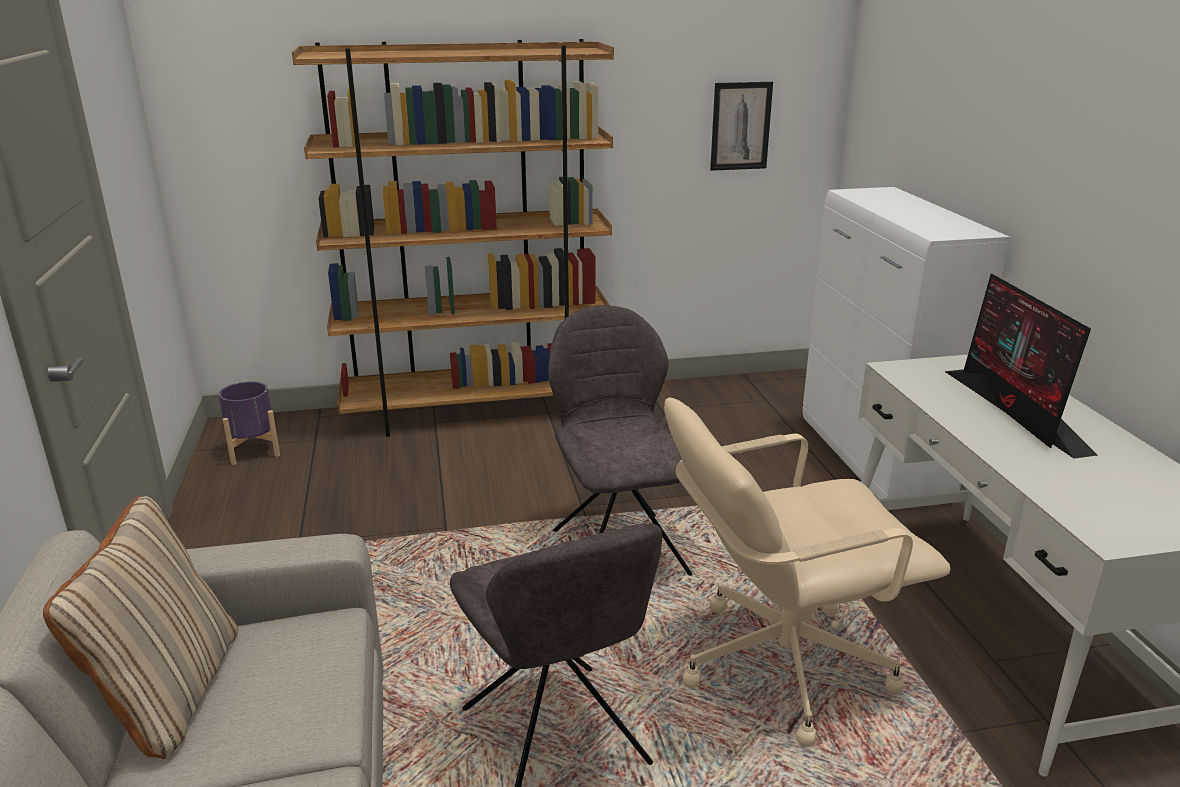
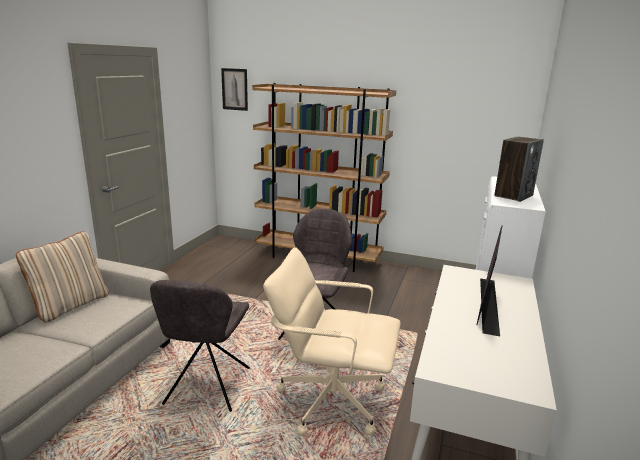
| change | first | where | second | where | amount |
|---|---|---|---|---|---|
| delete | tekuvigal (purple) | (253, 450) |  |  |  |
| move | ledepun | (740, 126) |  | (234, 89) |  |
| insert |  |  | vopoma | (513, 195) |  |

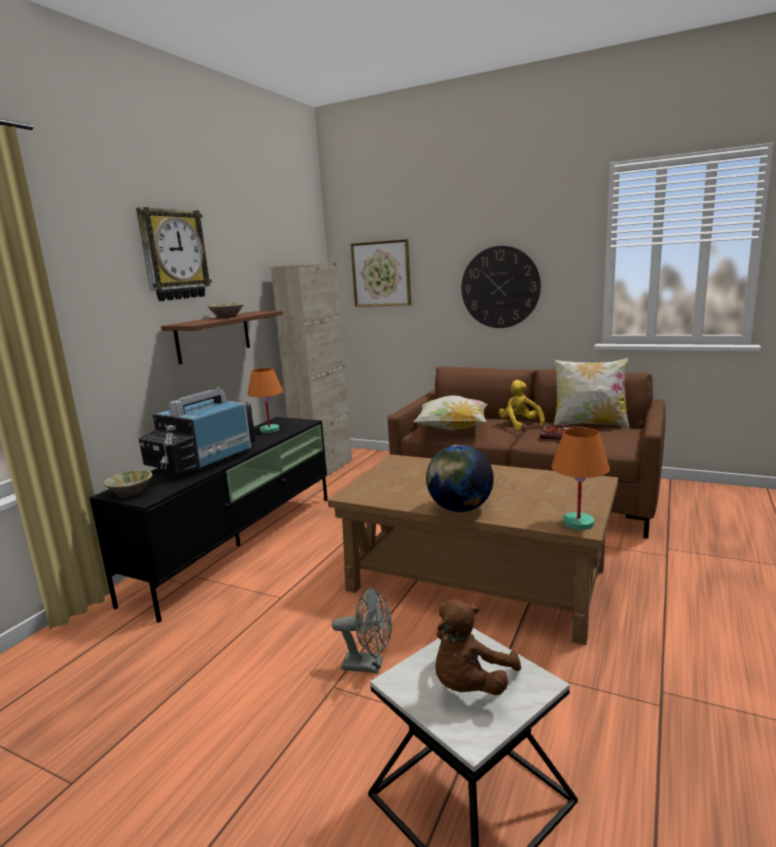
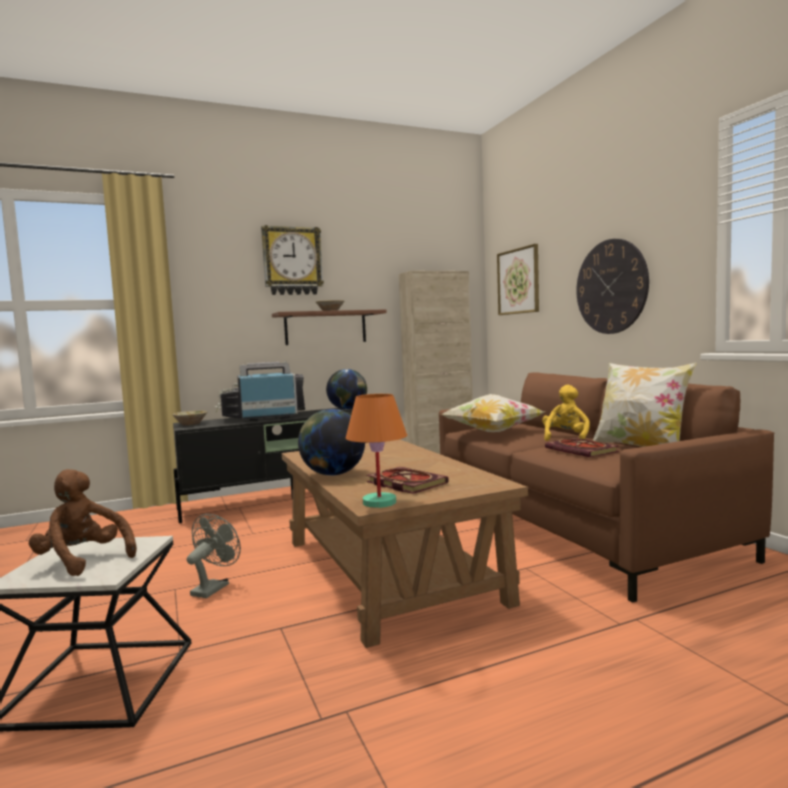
| change | first | where | second | where | amount |
|---|---|---|---|---|---|
| replace | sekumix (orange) | (270, 430) | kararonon | (348, 409) |  |
| rotate | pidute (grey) | (369, 665) |  | (213, 587) | 120 degrees counterclockwise |
| rotate | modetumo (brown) | (470, 685) |  | (83, 560) | 45 degrees clockwise |
| insert |  |  | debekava | (404, 483) |  |

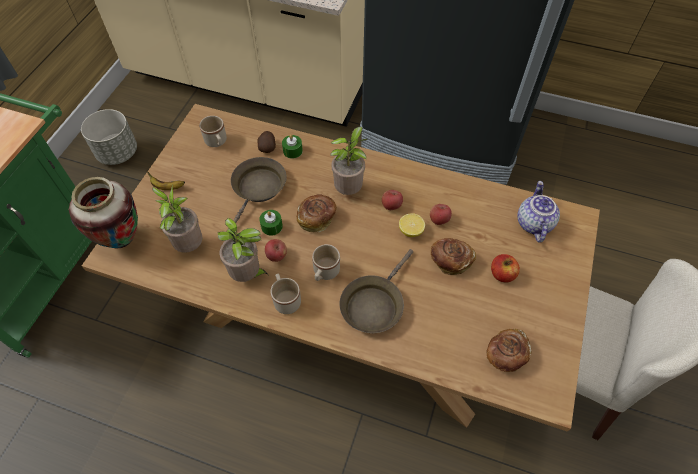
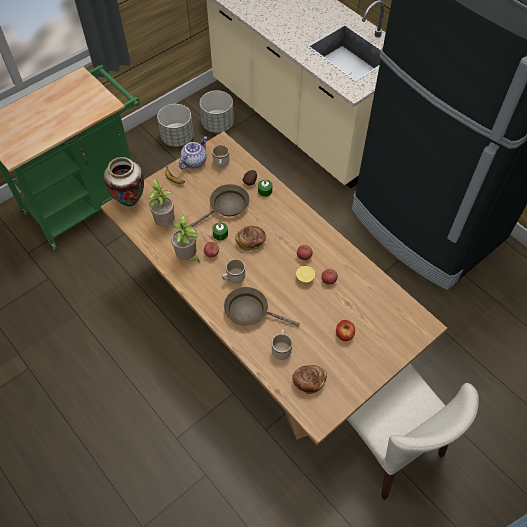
| change | first | where | second | where | amount |
|---|---|---|---|---|---|
| move | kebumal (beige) | (286, 299) |  | (281, 348) |  |
| delete | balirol | (349, 190) |  |  |  |
| rotate | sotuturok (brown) | (374, 304) |  | (250, 311) | 45 degrees clockwise |
| delete | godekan | (450, 261) |  |  |  |
| move | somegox | (533, 223) |  | (194, 161) |  |
| insert |  |  | tekuvigal (grey) | (218, 125) |  |

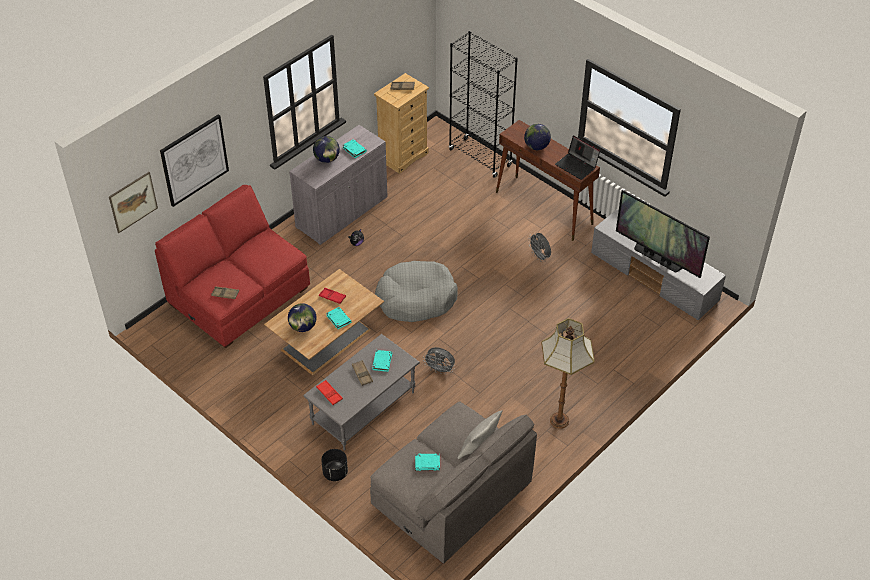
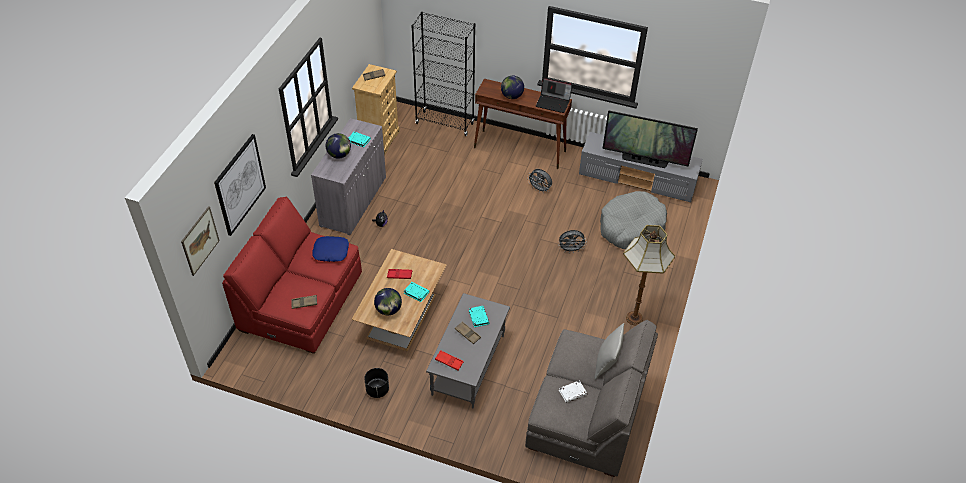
| change | first | where | second | where | amount |
|---|---|---|---|---|---|
| move | tekuvigal (black) | (335, 473) |  | (377, 390) |  |
| move | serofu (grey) | (416, 299) |  | (631, 227) |  |
| recolor | debekava (turquoise) | (427, 463) | debekava (white) | (572, 392) |  |
| move | pidute (grey) | (440, 370) |  | (570, 250) |  |
| insert |  |  | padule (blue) | (331, 251) |  |

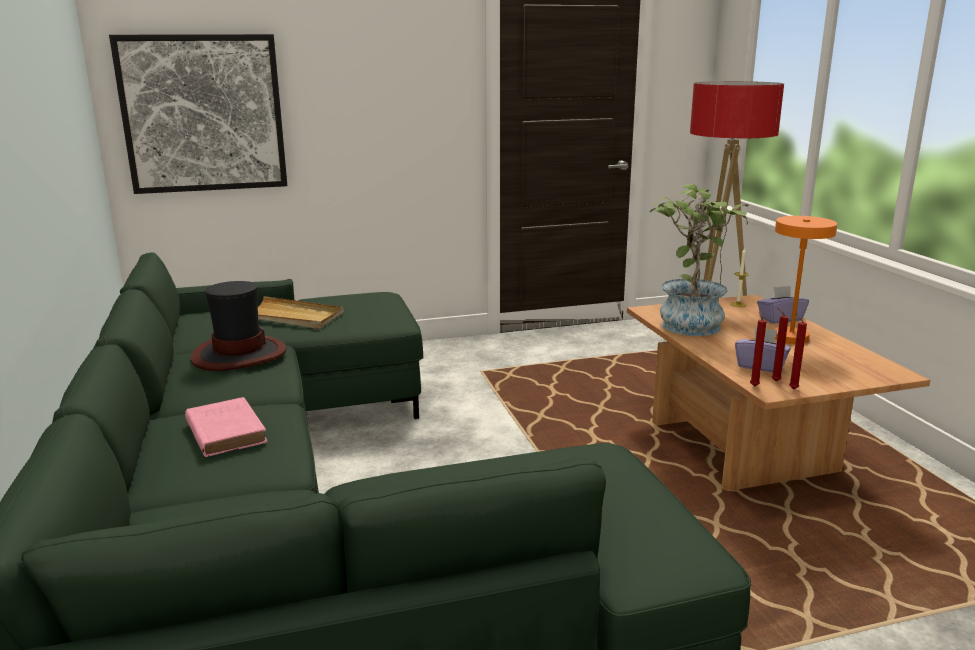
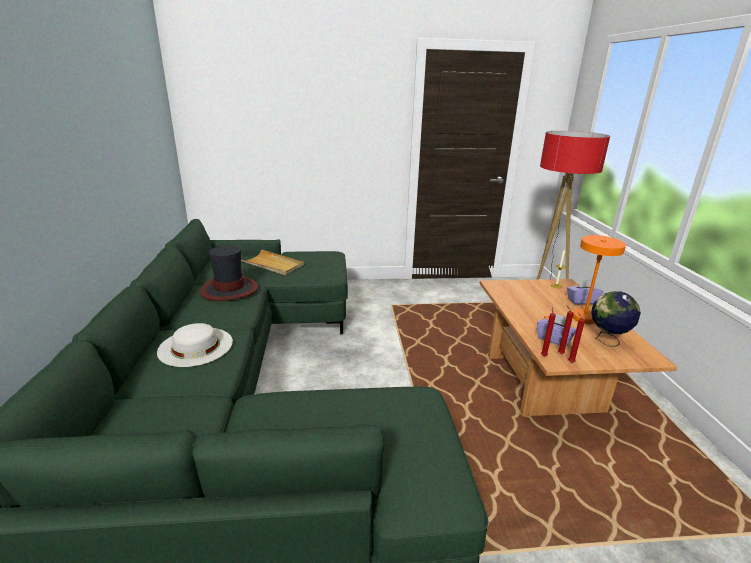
| change | first | where | second | where | amount |
|---|---|---|---|---|---|
| delete | ledepun | (203, 114) |  |  |  |
| replace | debekava (pink) | (225, 431) | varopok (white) | (195, 346) |  |
| delete | balirol | (690, 322) |  |  |  |
| insert |  |  | kararonon | (607, 341) |  |

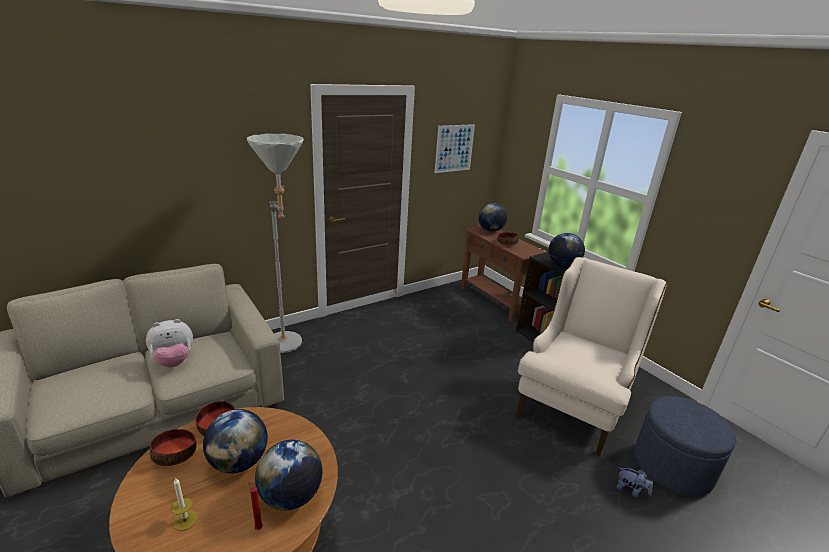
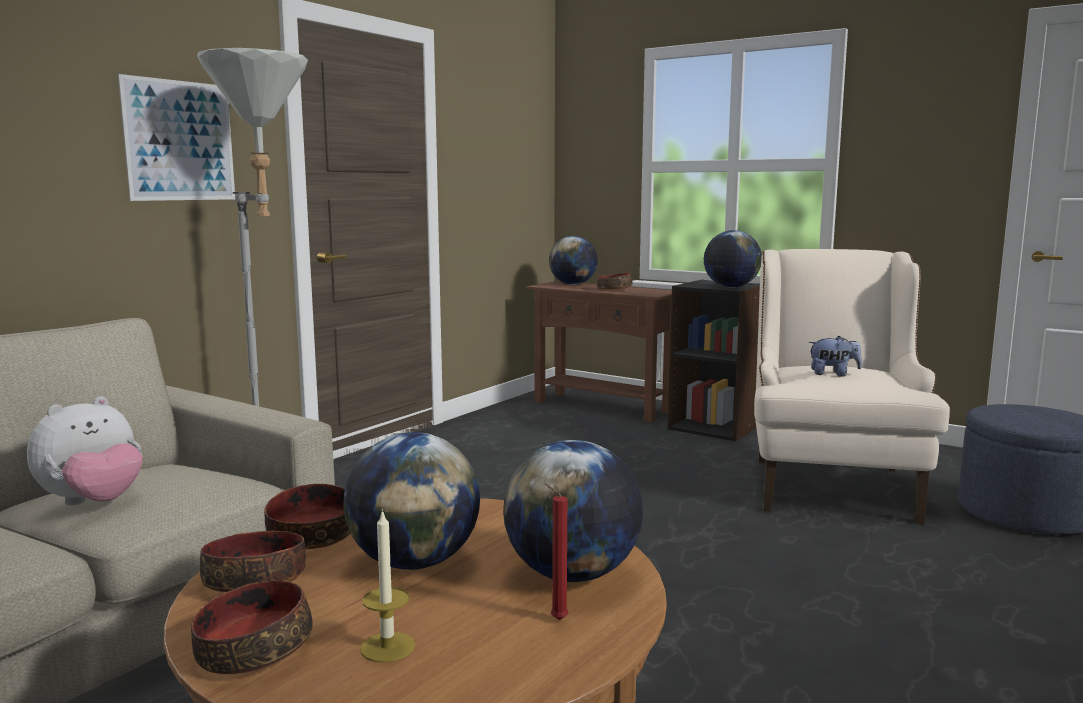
| change | first | where | second | where | amount |
|---|---|---|---|---|---|
| move | ledepun | (454, 148) |  | (180, 141) |  |
| move | modetumo | (630, 490) |  | (833, 374) |  |
| insert |  |  | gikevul | (253, 649) |  |

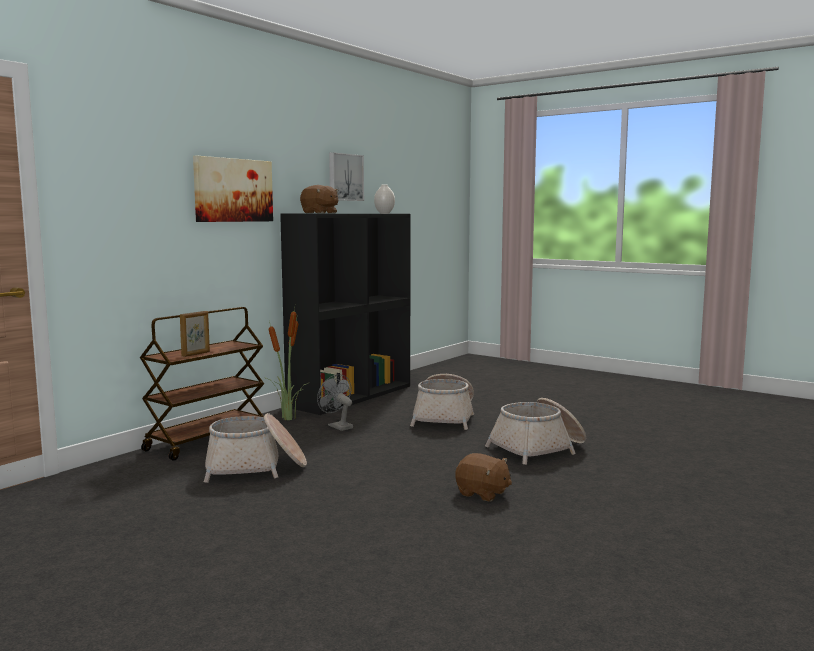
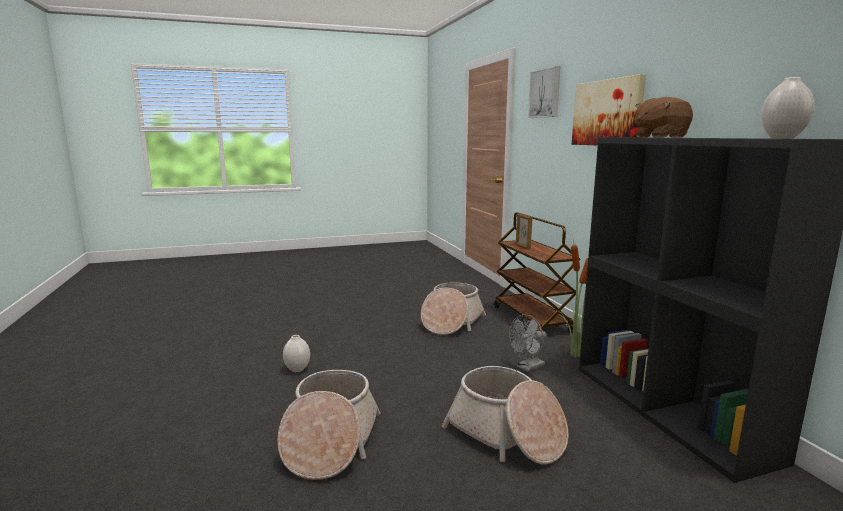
| change | first | where | second | where | amount |
|---|---|---|---|---|---|
| rotate | pidute (grey) | (337, 426) |  | (528, 367) | 150 degrees clockwise |
| move | ledepun | (345, 177) |  | (545, 93) |  |
| replace | modetumo (brown) | (482, 493) | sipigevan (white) | (297, 369) |  |

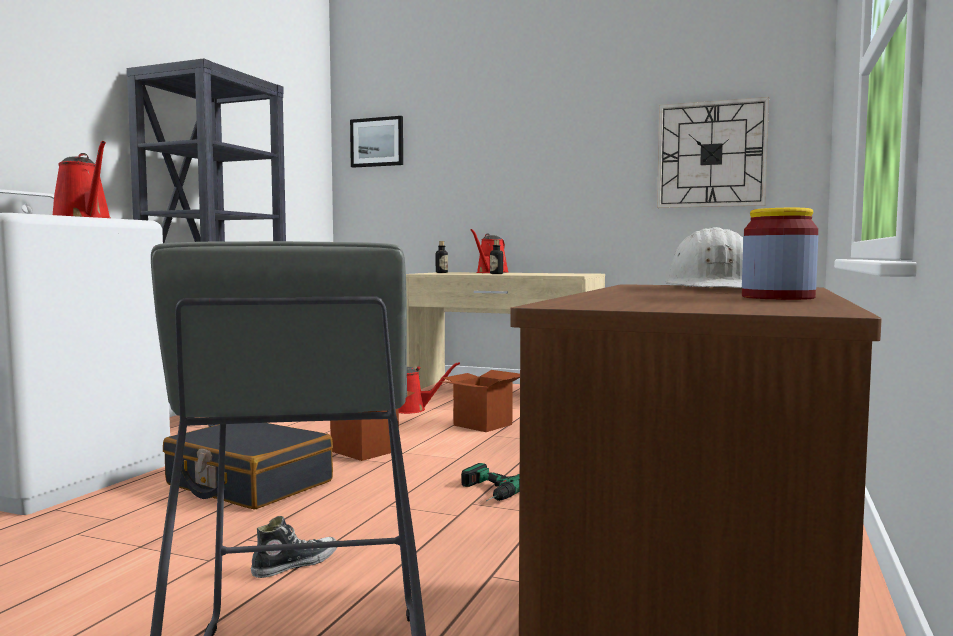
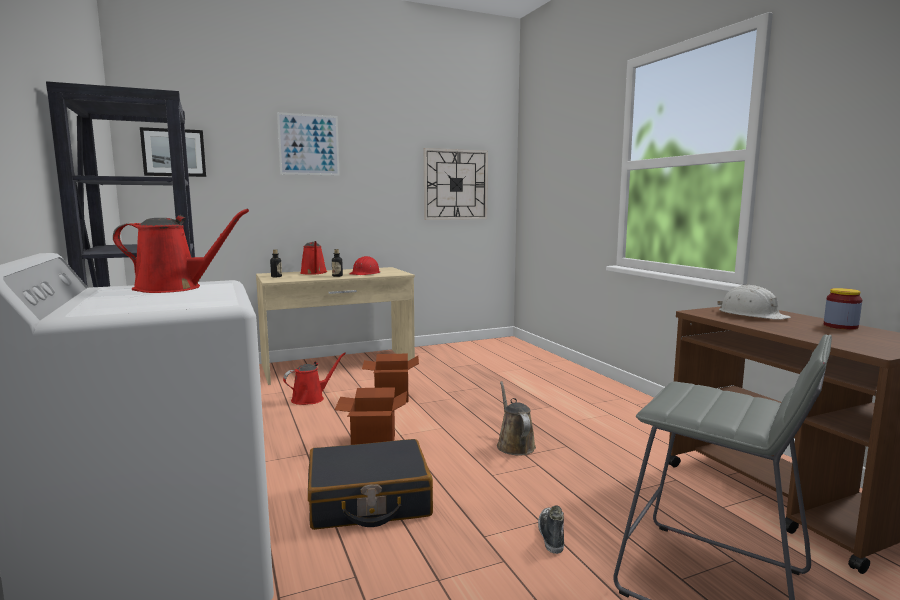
| change | first | where | second | where | amount |
|---|---|---|---|---|---|
| replace | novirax | (486, 492) | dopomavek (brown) | (514, 445) |  |
| insert |  |  | ledepun | (309, 144) |  |
| insert |  |  | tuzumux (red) | (365, 273) |  |

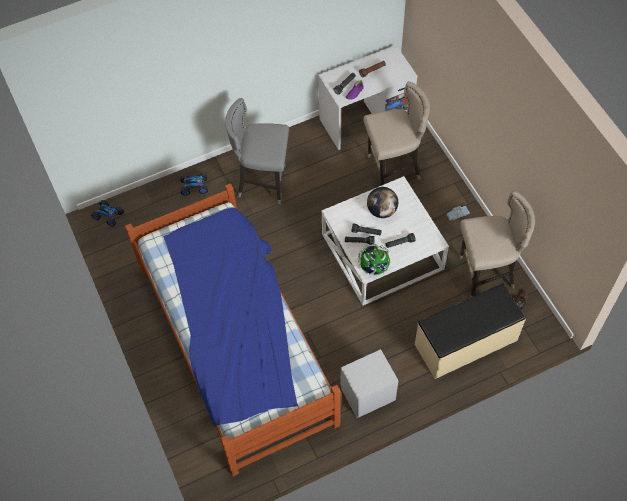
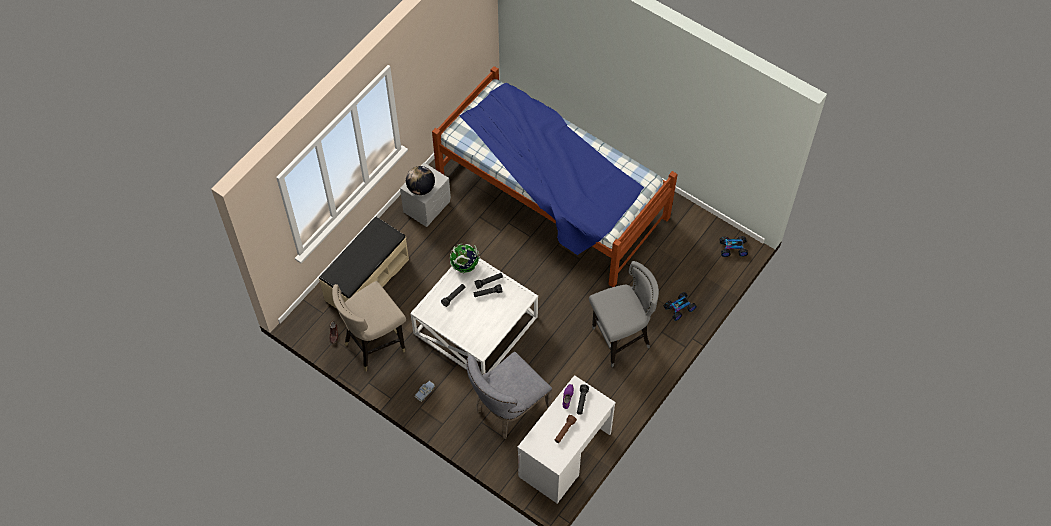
| change | first | where | second | where | amount |
|---|---|---|---|---|---|
| replace | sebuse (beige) | (393, 170) | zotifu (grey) | (508, 410) |  |
| move | kararonon | (382, 211) |  | (421, 188) |  |

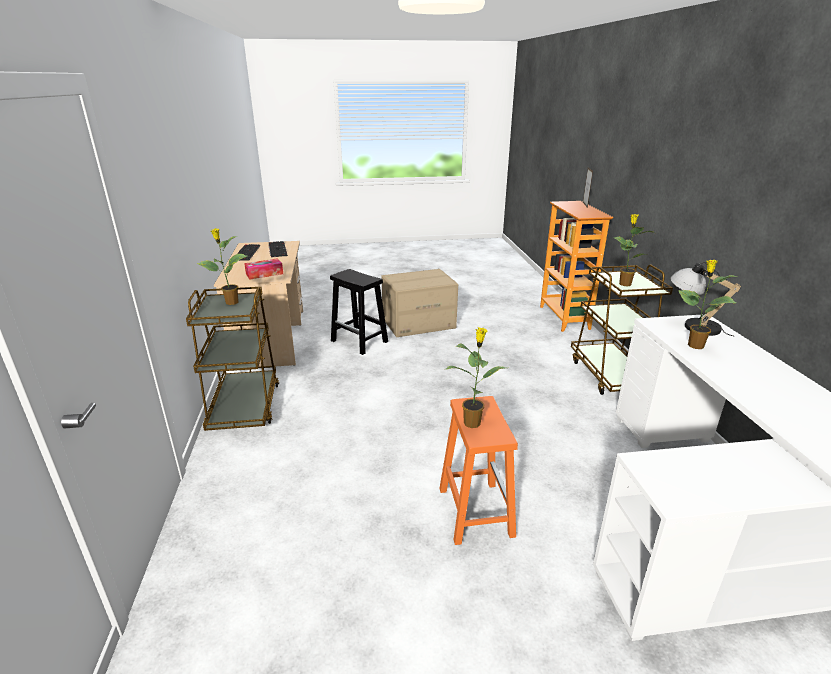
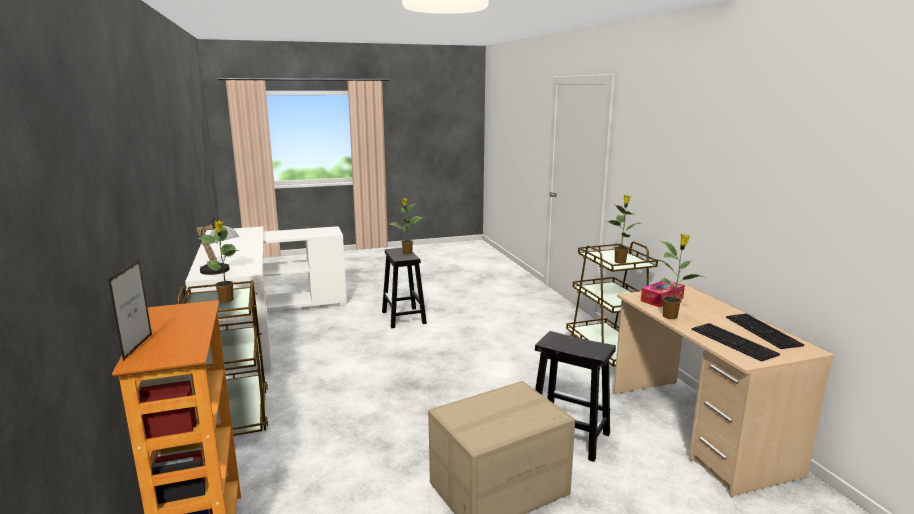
| change | first | where | second | where | amount |
|---|---|---|---|---|---|
| recolor | sebuse (orange) | (474, 511) | sebuse (black) | (404, 318) |  |
| move | balirol | (694, 345) |  | (671, 316) |  |

